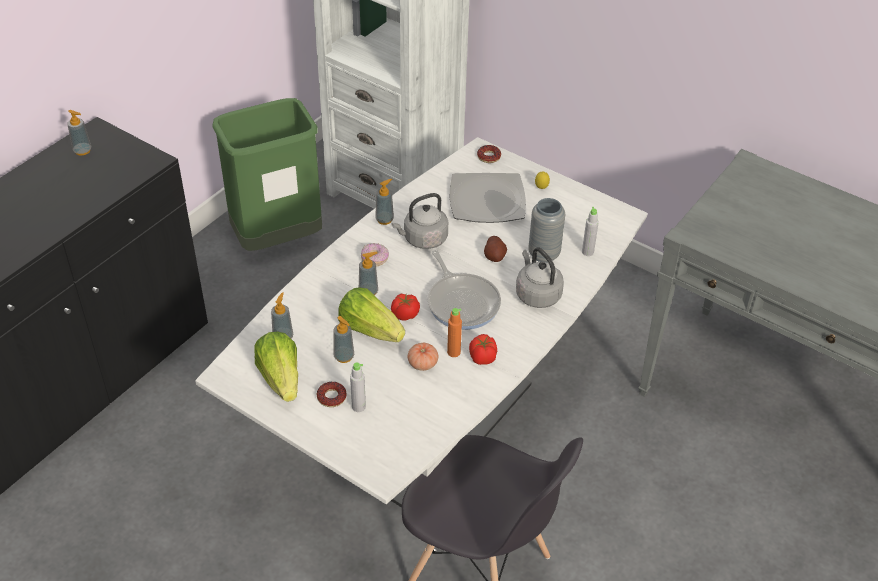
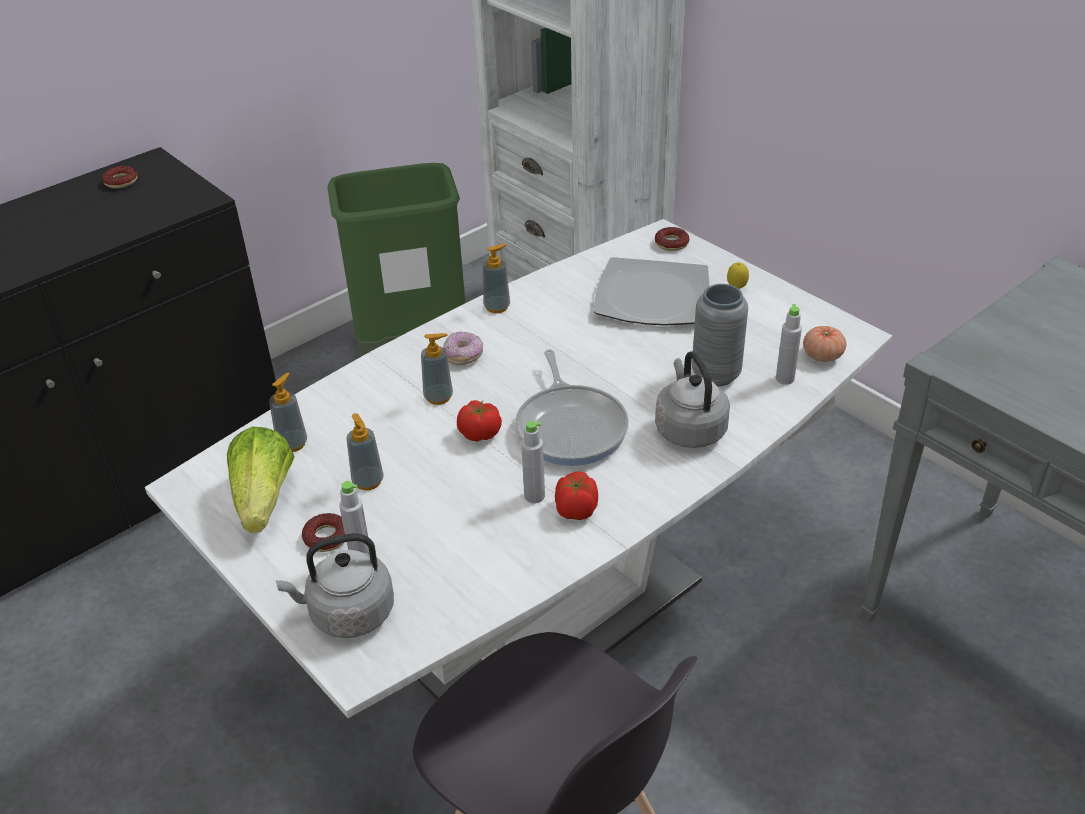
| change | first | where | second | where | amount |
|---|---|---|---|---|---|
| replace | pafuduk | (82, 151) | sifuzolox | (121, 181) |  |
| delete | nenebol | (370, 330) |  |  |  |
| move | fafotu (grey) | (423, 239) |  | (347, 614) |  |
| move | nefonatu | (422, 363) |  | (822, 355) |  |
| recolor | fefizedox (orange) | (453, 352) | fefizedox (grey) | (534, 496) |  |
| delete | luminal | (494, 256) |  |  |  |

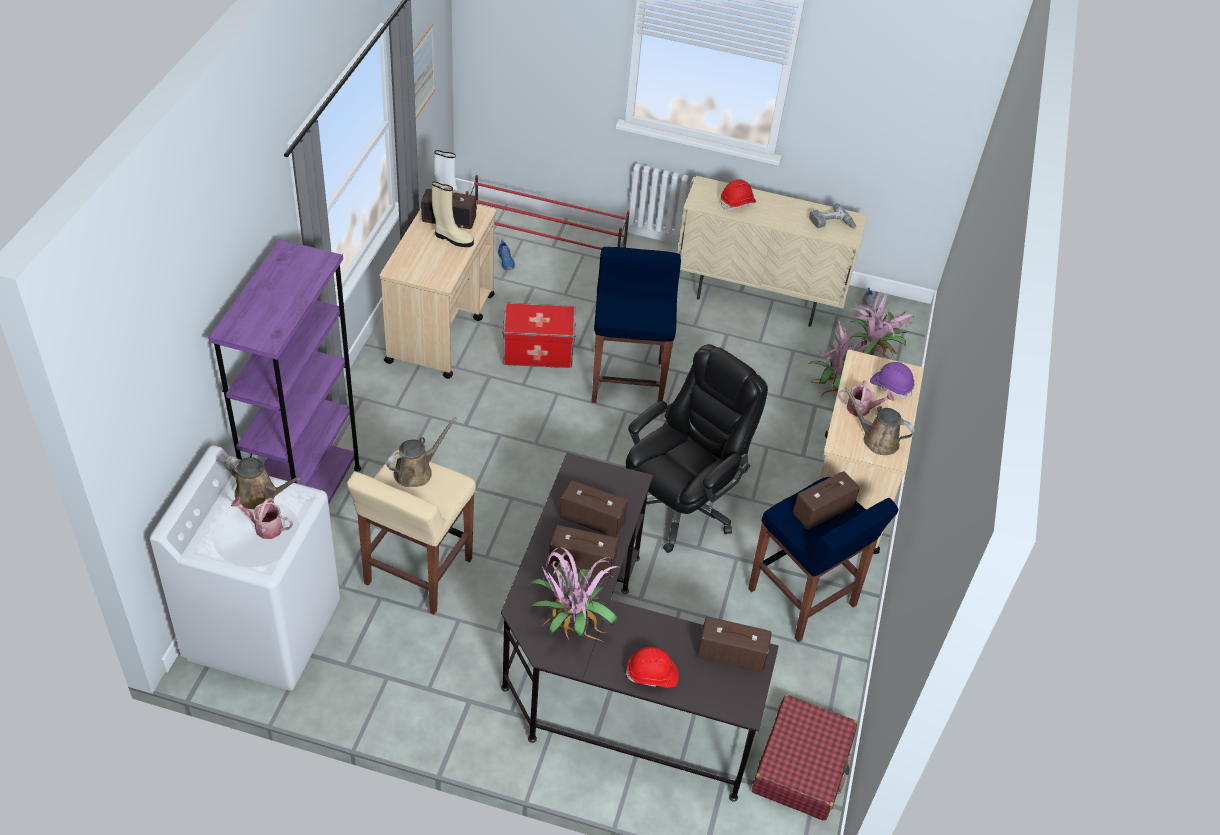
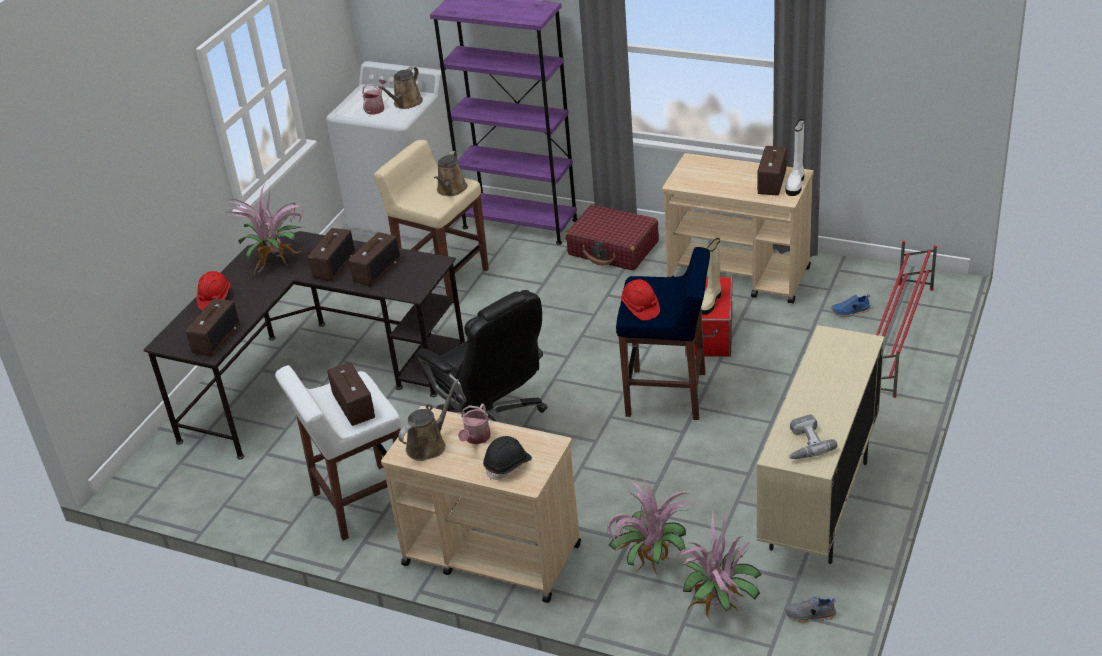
| change | first | where | second | where | amount |
|---|---|---|---|---|---|
| rotate | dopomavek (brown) | (416, 471) |  | (451, 190) | 45 degrees clockwise |
| delete | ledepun | (421, 73) |  |  |  |
| move | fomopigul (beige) | (452, 238) |  | (710, 302) |  |
| move | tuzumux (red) | (737, 202) |  | (640, 308) |  |
| recolor | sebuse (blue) | (803, 599) | sebuse (white) | (361, 502) |  |
| move | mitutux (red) | (802, 765) |  | (613, 248) |  |
| recolor | tuzumux (purple) | (891, 386) | tuzumux (black) | (508, 465) |  |

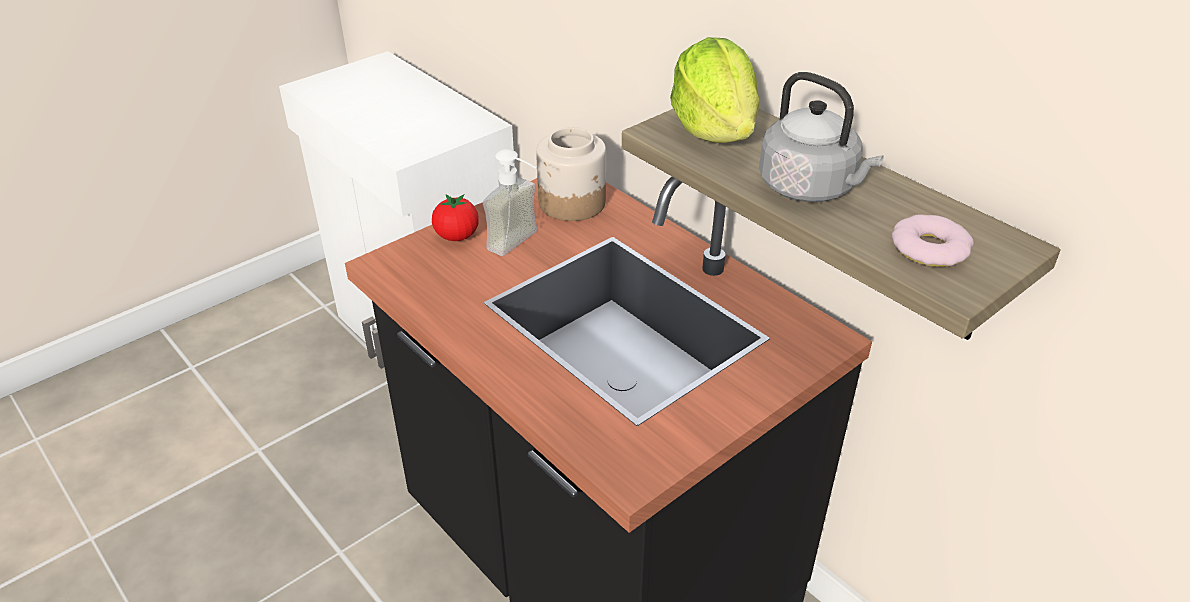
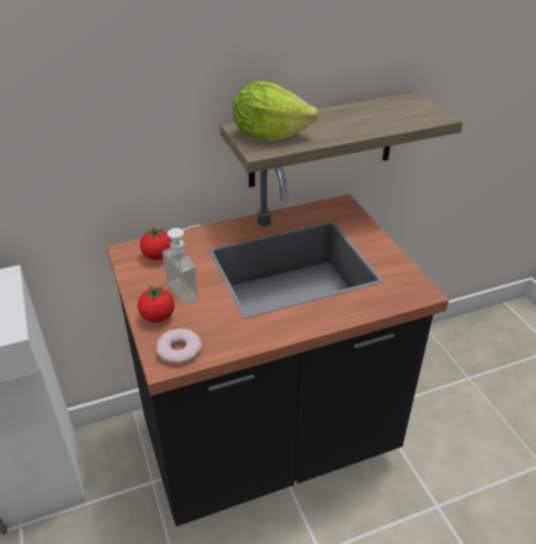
| change | first | where | second | where | amount |
|---|---|---|---|---|---|
| replace | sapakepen | (573, 203) | nefonatu | (158, 256) |  |
| delete | fafotu (grey) | (811, 189) |  |  |  |
| move | sifuzolox | (929, 248) |  | (179, 349) |  |

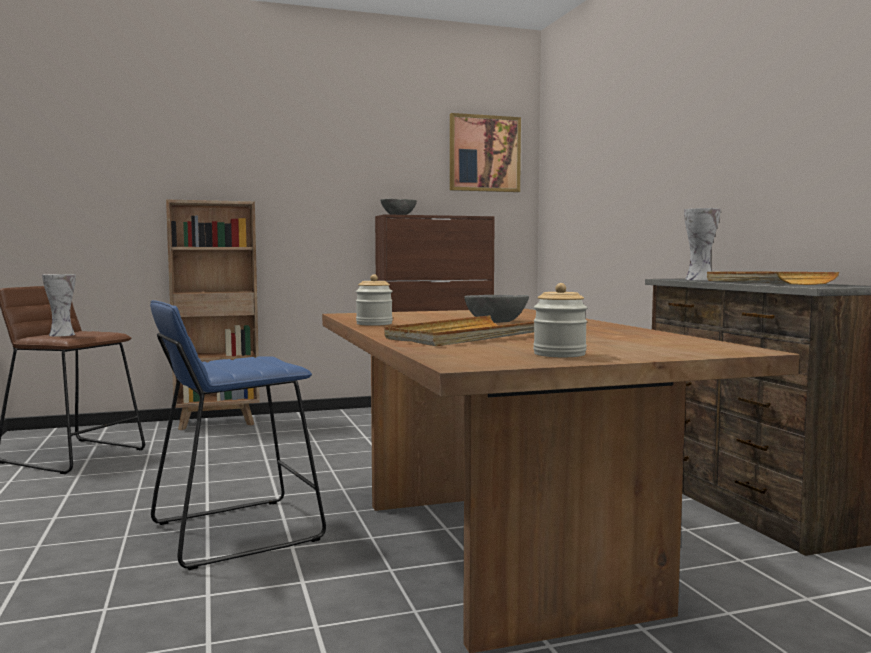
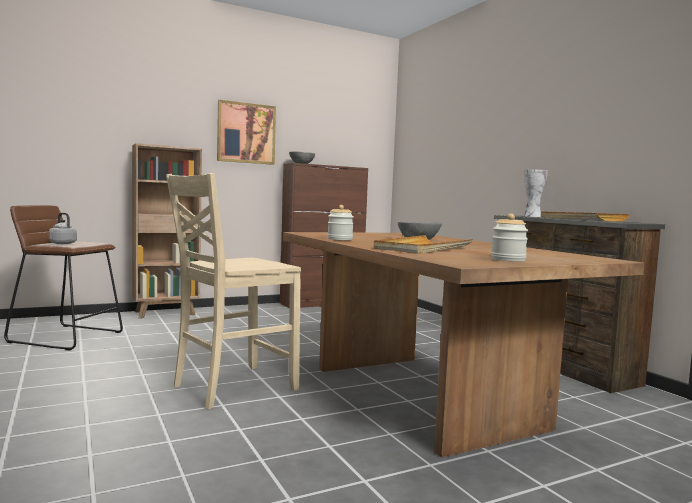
| change | first | where | second | where | amount |
|---|---|---|---|---|---|
| replace | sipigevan | (60, 335) | fafotu (grey) | (62, 243) |  |
| replace | sebuse (blue) | (236, 531) | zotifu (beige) | (232, 387) |  |
| move | ledepun | (484, 153) |  | (246, 133) |  |

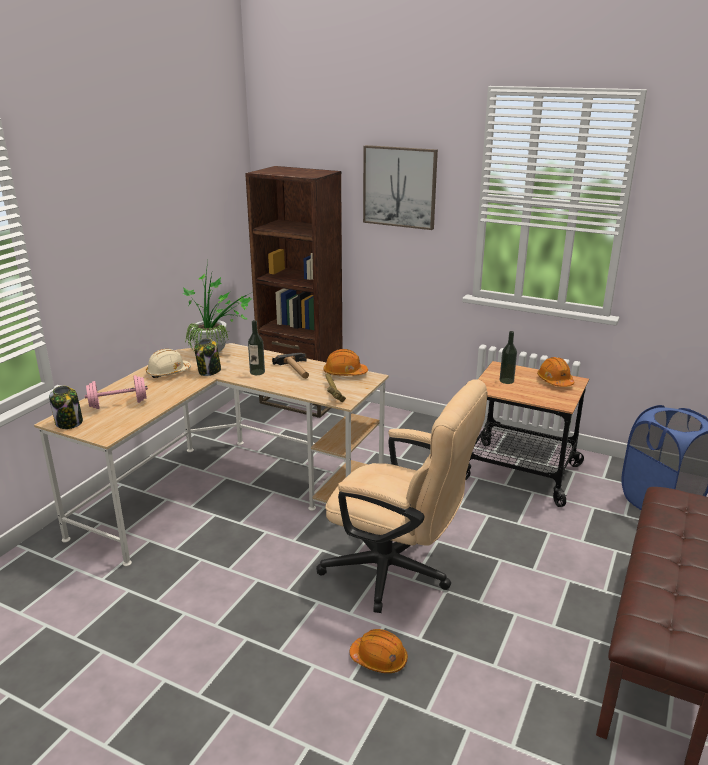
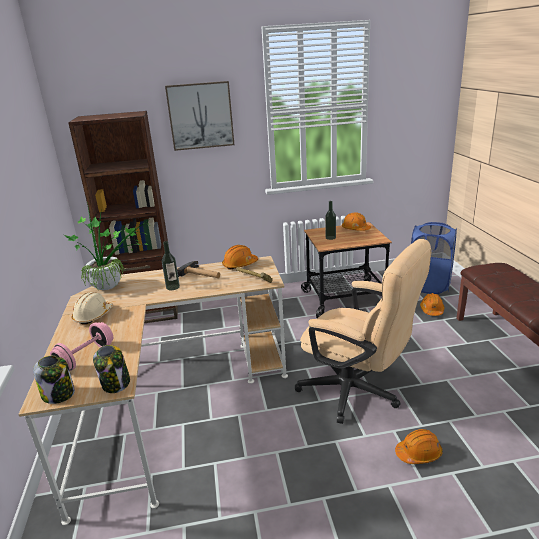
| change | first | where | second | where | amount |
|---|---|---|---|---|---|
| move | sapakepen | (209, 371) |  | (116, 384) |  |
| rotate | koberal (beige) | (397, 572) |  | (357, 393) | 45 degrees clockwise |
| insert |  |  | tuzumux (orange) | (432, 310) |  |

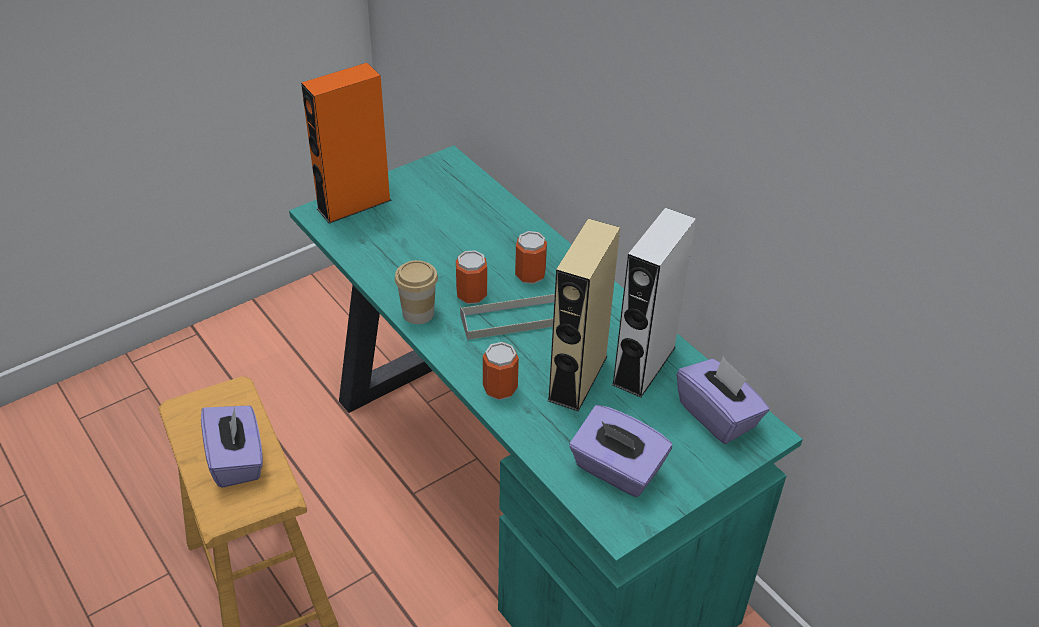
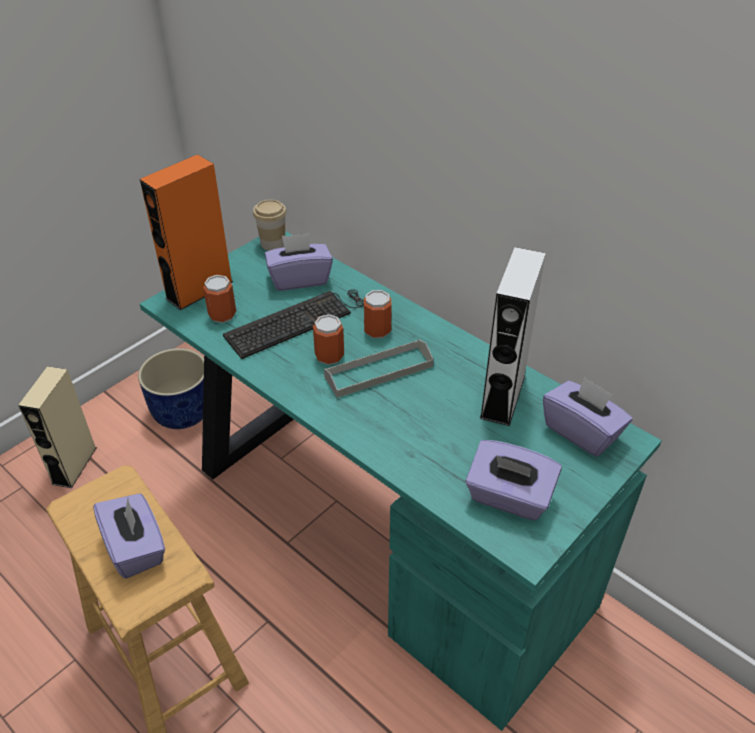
| change | first | where | second | where | amount |
|---|---|---|---|---|---|
| move | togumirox | (418, 313) |  | (273, 244) |  |
| move | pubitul | (500, 388) |  | (222, 315) |  |
| move | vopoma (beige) | (577, 378) |  | (74, 465) |  |
| insert |  |  | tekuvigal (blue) | (182, 412) |  |
| insert |  |  | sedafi | (303, 320) |  |
| insert |  |  | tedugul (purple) | (299, 279) |  |

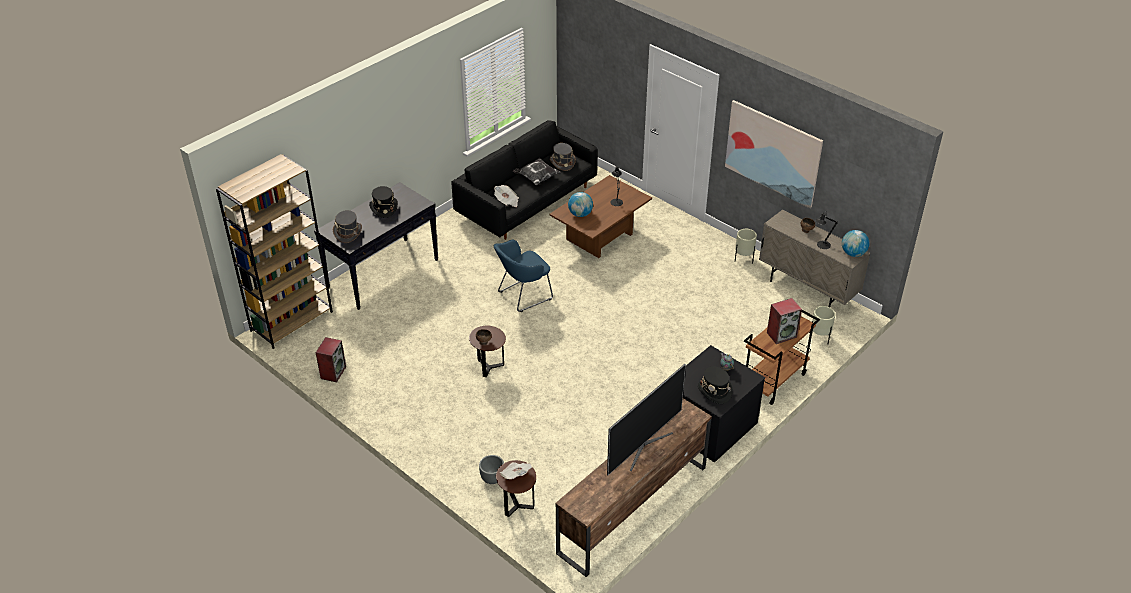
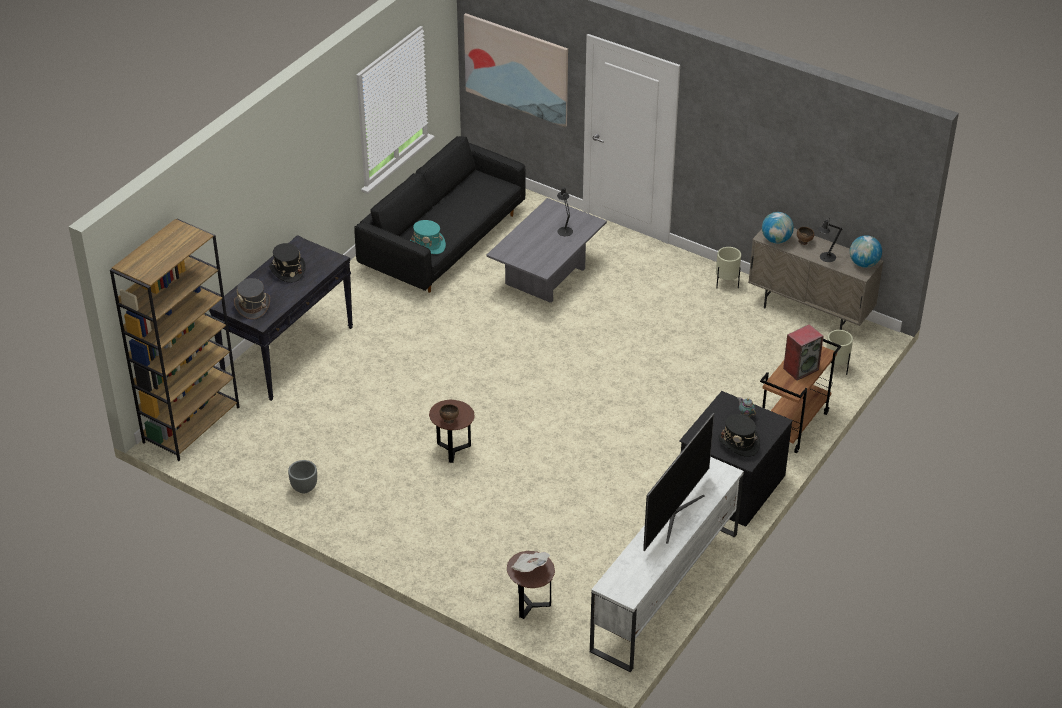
| change | first | where | second | where | amount |
|---|---|---|---|---|---|
| delete | vopoma | (333, 372) |  |  |  |
| move | tekuvigal (grey) | (492, 479) |  | (304, 488) |  |
| replace | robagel | (507, 202) | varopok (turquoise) | (427, 245) |  |
| delete | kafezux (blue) | (522, 296) |  |  |  |
| delete | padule | (536, 178) |  |  |  |
| recolor | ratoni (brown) | (600, 238) | ratoni (grey) | (546, 277) |  |
| delete | varopok (grey) | (562, 162) |  |  |  |
| recolor | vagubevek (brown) | (632, 509) | vagubevek (white) | (664, 591) |  |
| move | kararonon | (580, 214) |  | (776, 240) |  |
| move | ledepun | (773, 153) |  | (516, 69) |  |

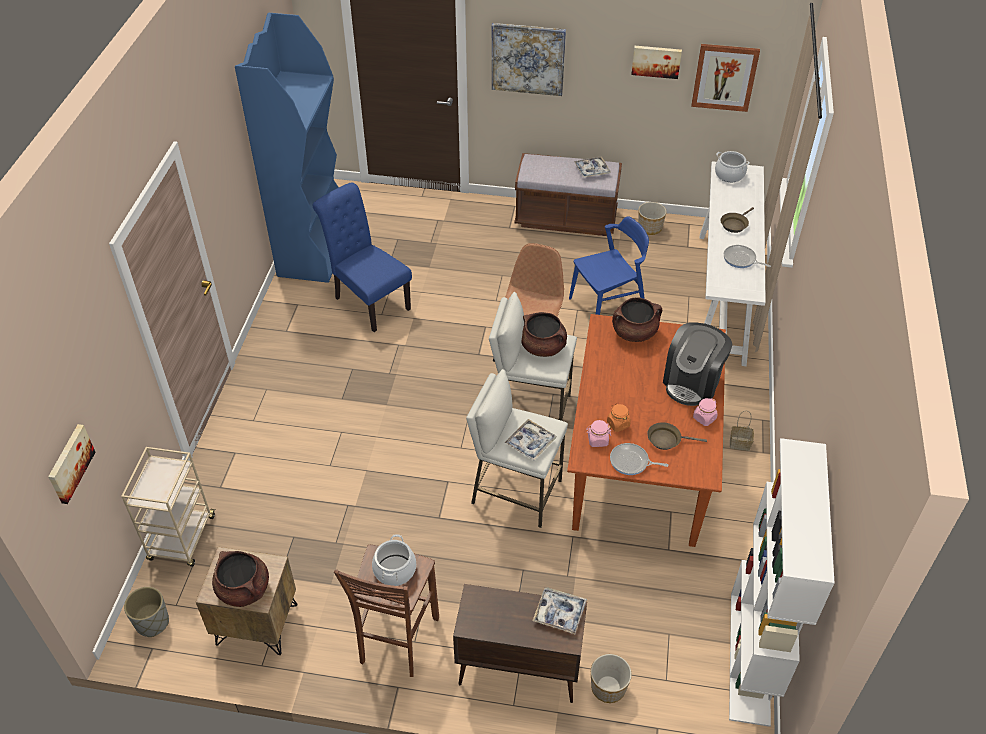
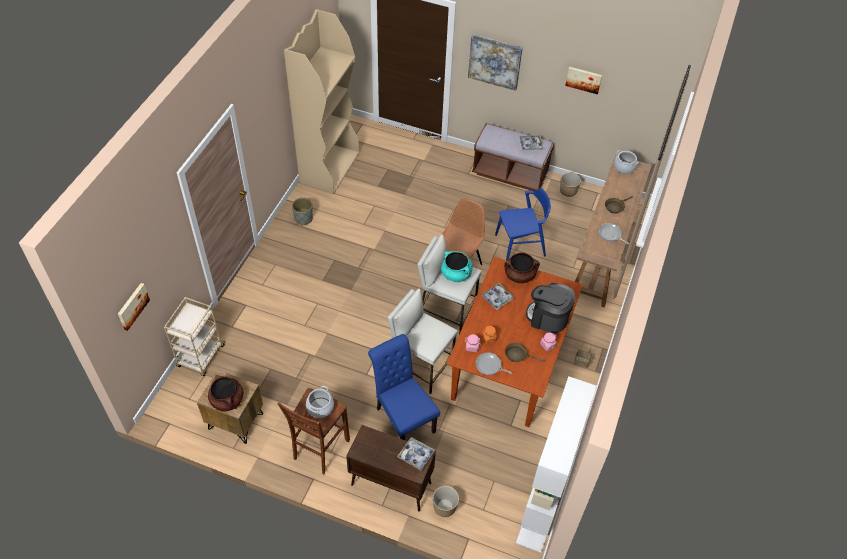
| change | first | where | second | where | amount |
|---|---|---|---|---|---|
| move | tekuvigal (grey) | (152, 622) |  | (303, 219) |  |
| recolor | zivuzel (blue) | (315, 250) | zivuzel (beige) | (329, 168) |  |
| move | zotifu (blue) | (368, 301) |  | (402, 417) |  |
| move | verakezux | (530, 443) |  | (497, 298) |  |
| recolor | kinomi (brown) | (543, 347) | kinomi (turquoise) | (456, 274) |  |
| rotate | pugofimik | (692, 382) |  | (548, 318) | 75 degrees clockwise |
| delete | ledepun | (724, 77) |  |  |  |
| recolor | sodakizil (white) | (721, 297) | sodakizil (brown) | (603, 253) |  |

